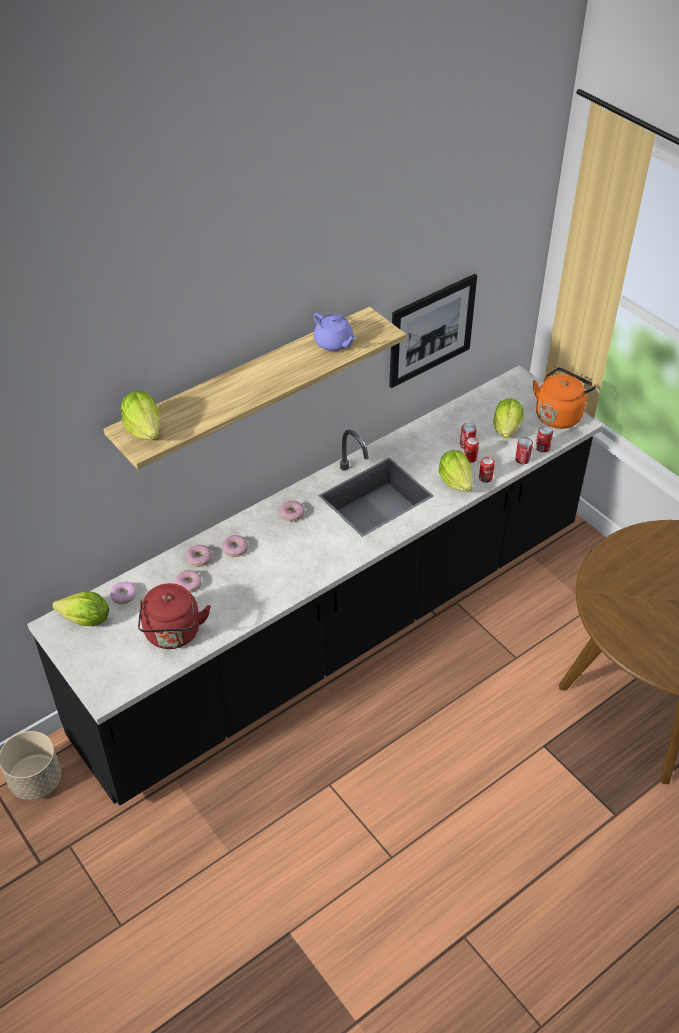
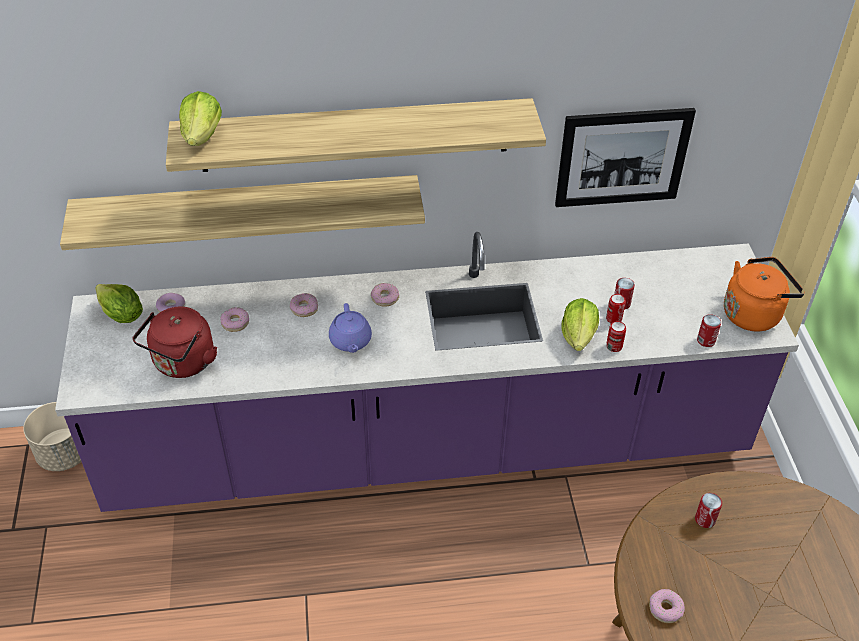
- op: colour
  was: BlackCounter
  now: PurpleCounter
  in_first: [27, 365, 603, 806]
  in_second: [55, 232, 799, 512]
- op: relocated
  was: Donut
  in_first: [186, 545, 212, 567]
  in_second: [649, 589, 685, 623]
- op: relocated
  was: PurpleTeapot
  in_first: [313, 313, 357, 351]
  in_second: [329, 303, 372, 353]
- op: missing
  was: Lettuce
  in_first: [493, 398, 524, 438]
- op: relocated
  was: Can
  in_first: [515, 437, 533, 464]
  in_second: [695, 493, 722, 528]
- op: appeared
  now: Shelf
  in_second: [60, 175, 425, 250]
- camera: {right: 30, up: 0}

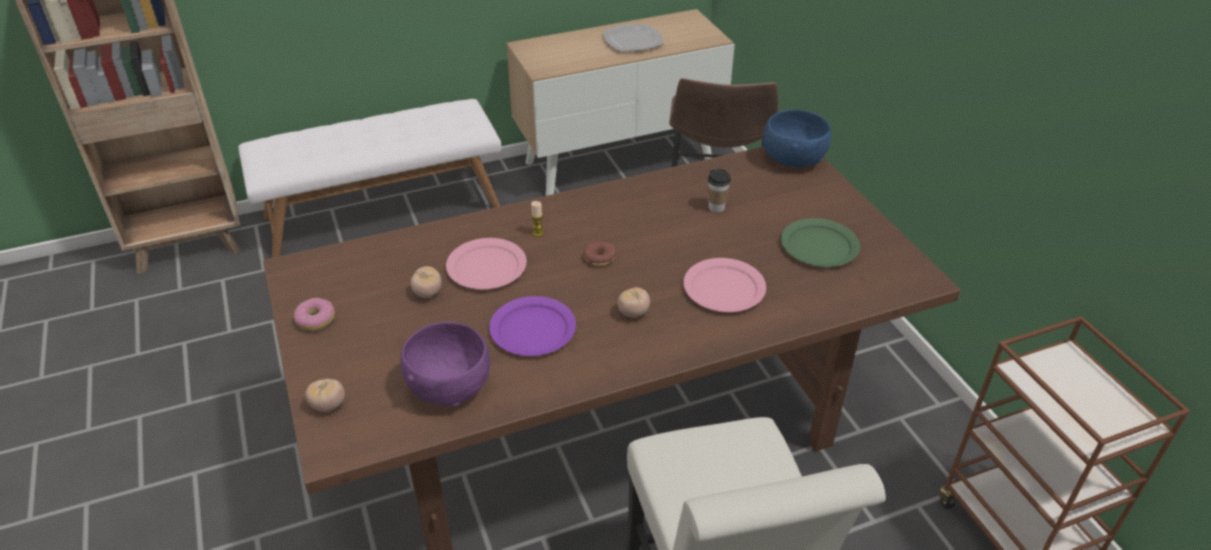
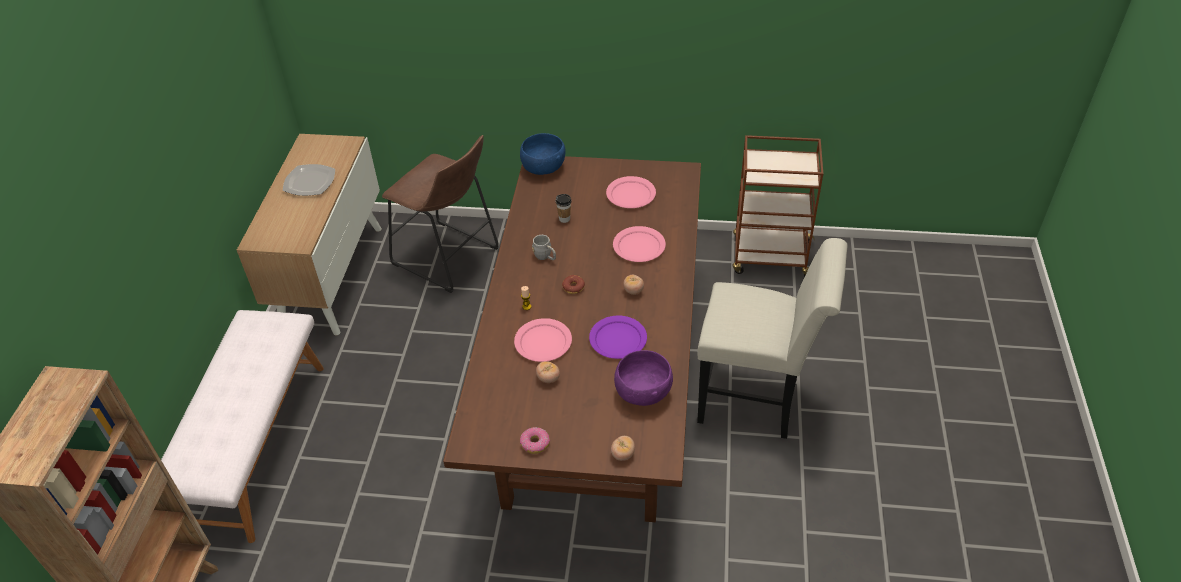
- op: colour
  was: GreenPlate
  now: PinkPlate
  in_first: [781, 218, 860, 267]
  in_second: [606, 176, 656, 208]
- op: appeared
  now: GreyMug
  in_second: [532, 235, 556, 260]
- camera: {right: -60, up: 5}

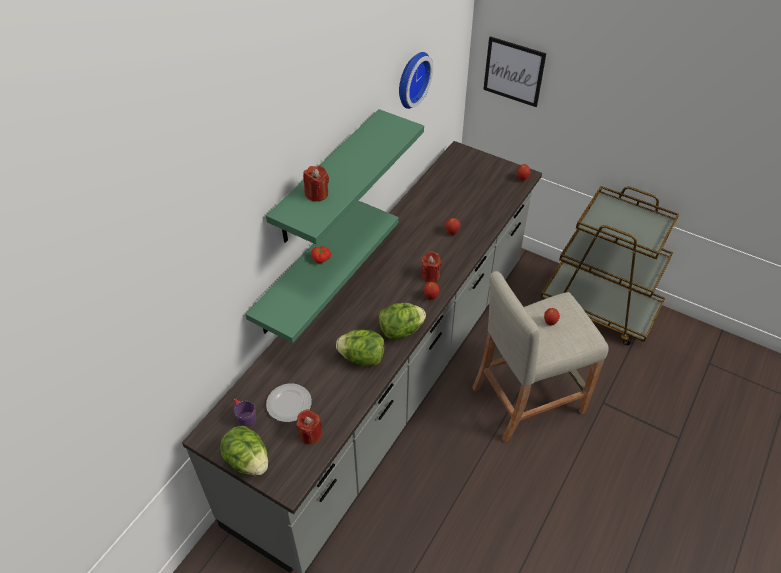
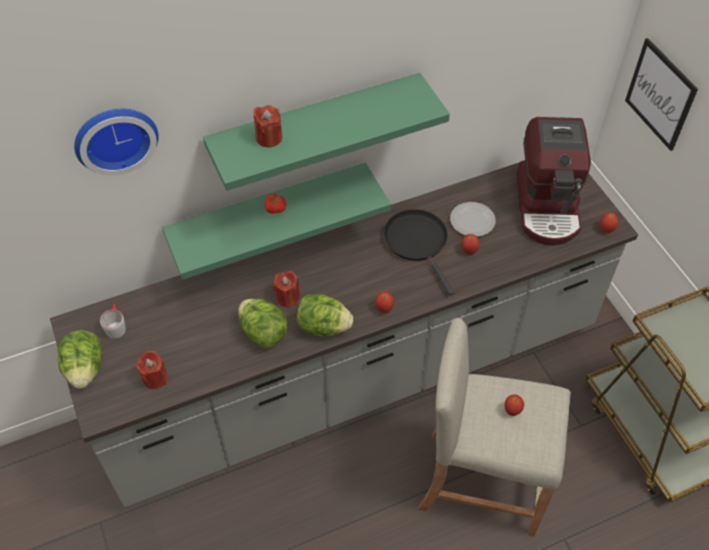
- op: colour
  was: PurpleMug
  now: GreyMug
  in_first: [234, 399, 256, 427]
  in_second: [100, 304, 126, 339]
- op: relocated
  was: Plate
  in_first: [266, 383, 312, 422]
  in_second: [450, 202, 496, 237]
- op: relocated
  was: WallClock
  in_first: [399, 52, 433, 109]
  in_second: [74, 109, 159, 176]
- op: relocated
  was: RedCandle
  in_first: [421, 252, 441, 282]
  in_second: [273, 271, 300, 308]
- op: appeared
  now: BlackFryingPan
  in_second: [384, 209, 454, 295]
- op: appeared
  now: CoffeeMachine
  in_second: [517, 117, 591, 245]
- camera: {right: 35, up: 5}

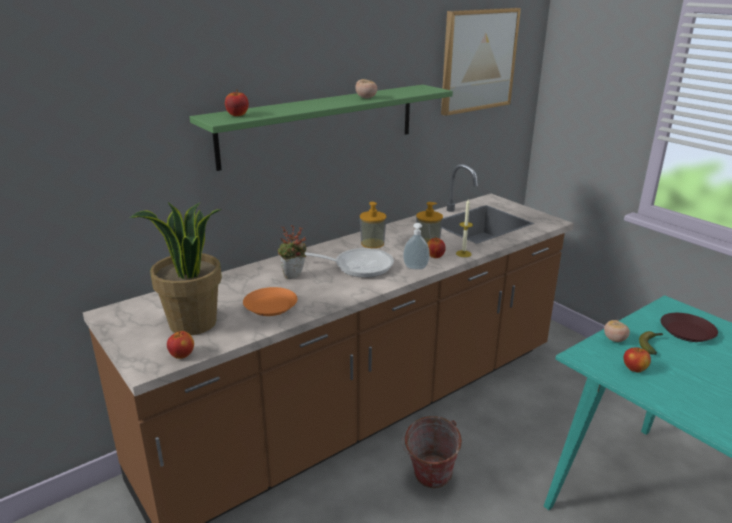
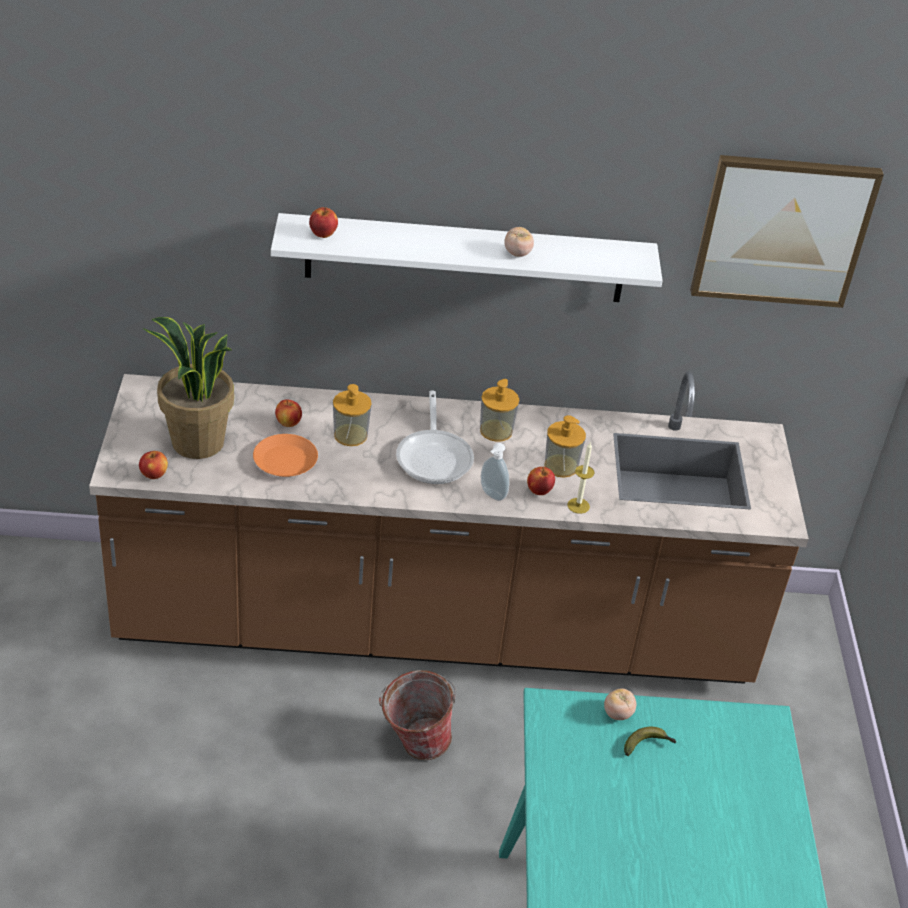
- op: colour
  was: GreenShelf
  now: WhiteShelf
  in_first: [190, 85, 453, 171]
  in_second: [271, 213, 663, 302]
- op: exchanged
  was: PottedPlant
  now: SoapDispenser
  in_first: [278, 225, 306, 279]
  in_second: [333, 384, 372, 446]
- op: spun
  was: FryingPan
  in_first: [305, 248, 394, 278]
  in_second: [396, 390, 474, 484]
  clockwise: 45
- op: relocated
  was: Apple
  in_first: [624, 347, 651, 372]
  in_second: [275, 399, 302, 427]
- op: missing
  was: BrownPlate
  in_first: [661, 313, 718, 342]
- camera: {right: 35, up: 15}

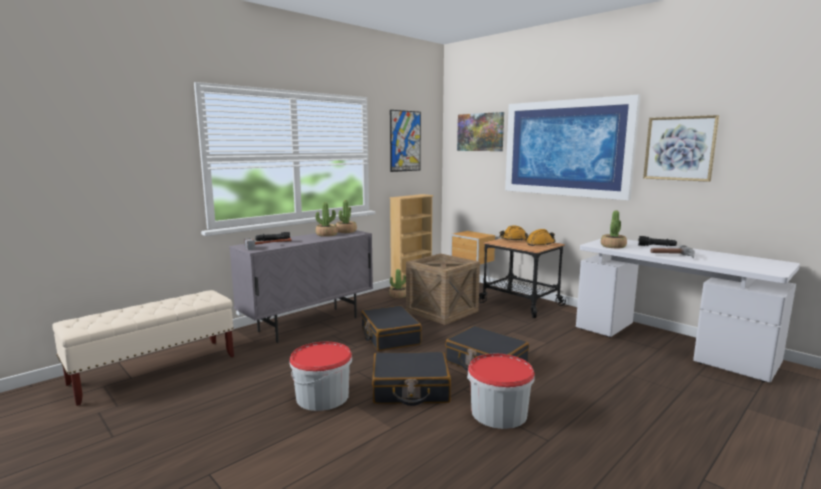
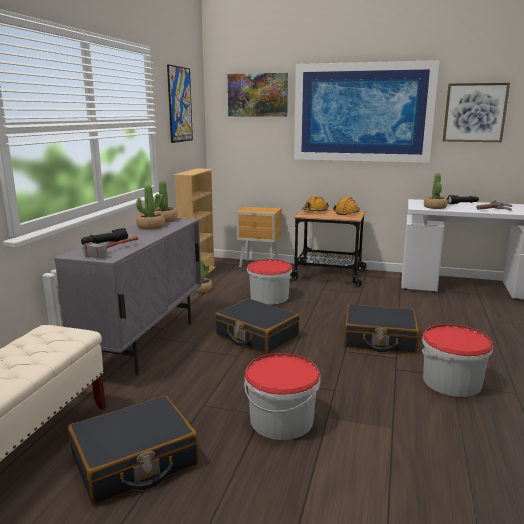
- op: relocated
  was: BlackSuitcase
  in_first: [372, 352, 451, 406]
  in_second: [68, 396, 199, 504]
- op: exchanged
  was: Crate
  now: Bucket
  in_first: [406, 253, 480, 325]
  in_second: [247, 259, 292, 304]
- camera: {right: -30, up: 5}

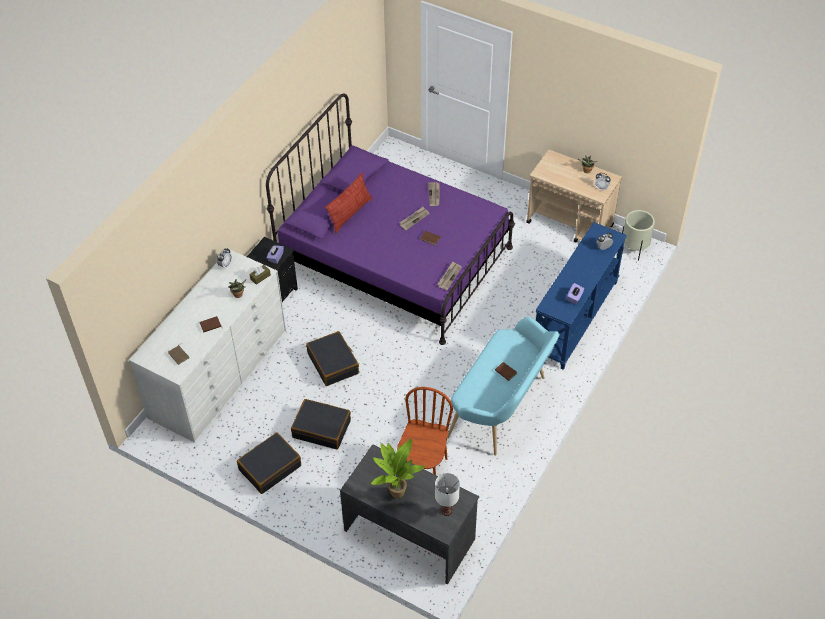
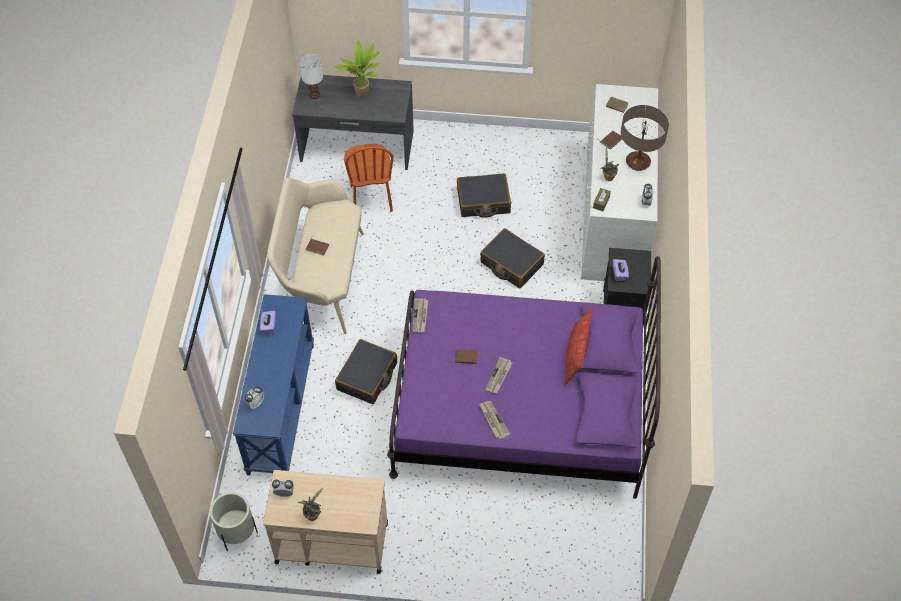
- op: relocated
  was: BlackSuitcase
  in_first: [237, 433, 301, 494]
  in_second: [335, 339, 397, 404]
- op: colour
  was: TurquoiseBench
  now: BeigeBench
  in_first: [447, 317, 559, 455]
  in_second: [267, 178, 364, 334]
- op: appeared
  now: TableLamp
  in_second: [621, 105, 669, 171]
- camera: {right: 155, up: 5}

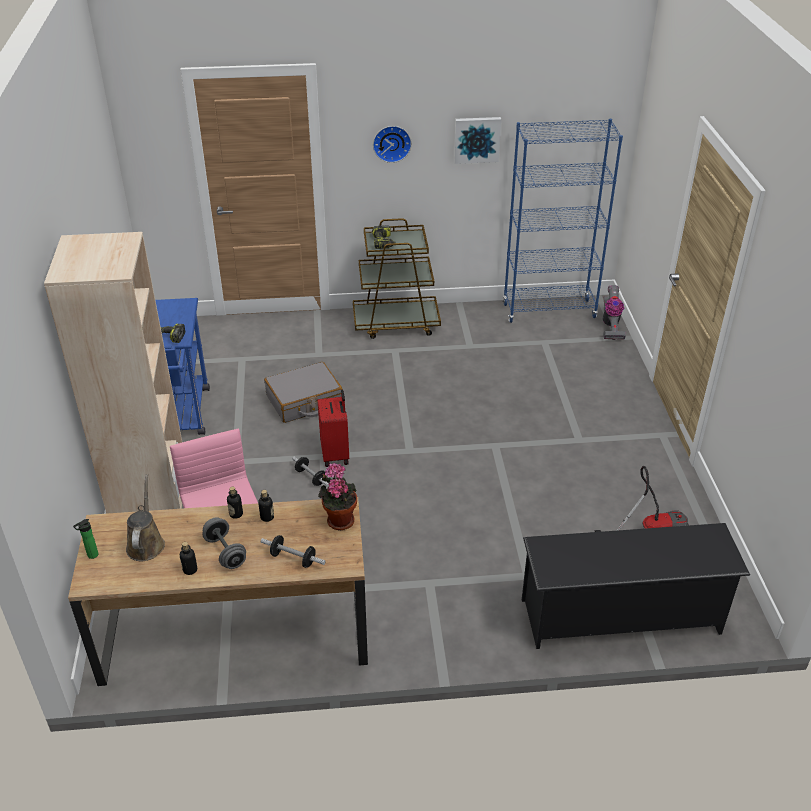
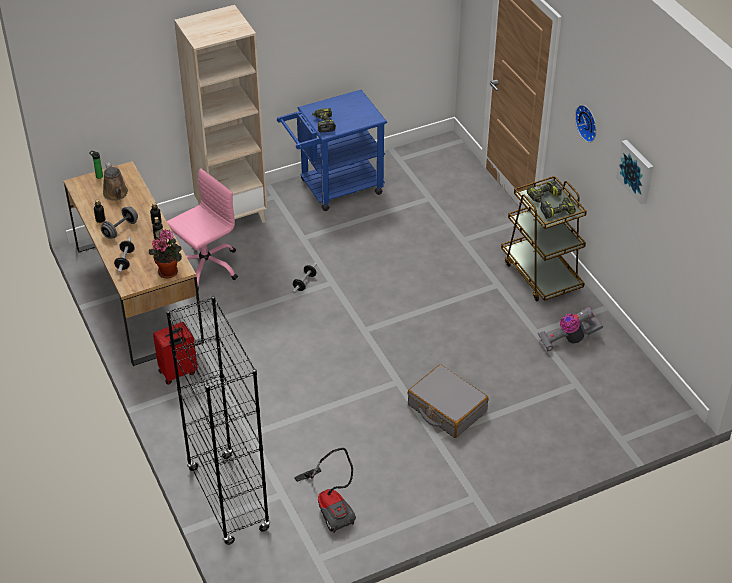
- op: spun
  was: BrownWateringCan
  in_first: [126, 474, 165, 561]
  in_second: [103, 162, 128, 201]
  clockwise: 90
- op: relocated
  was: GreySuitcase
  in_first: [264, 362, 343, 423]
  in_second: [407, 364, 489, 438]
- op: relocated
  was: RedSuitcase
  in_first: [317, 389, 349, 467]
  in_second: [153, 322, 198, 385]
- op: missing
  was: BlueBookcase
  in_first: [503, 119, 623, 323]
- op: exchanged
  was: BlackShoeRack
  now: BlackBookcase
  in_first: [522, 523, 750, 649]
  in_second: [166, 296, 270, 545]
- op: relocated
  was: VacuumCleaner
  in_first: [603, 285, 626, 340]
  in_second: [538, 307, 603, 351]
- op: appeared
  now: PowerDrill
  in_second: [540, 197, 576, 218]
- camera: {right: 70, up: 5}

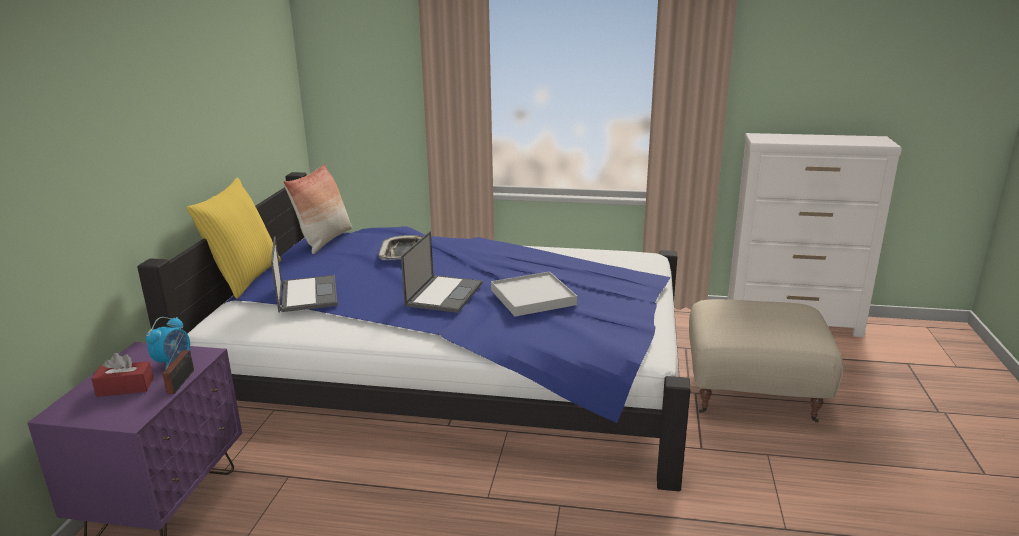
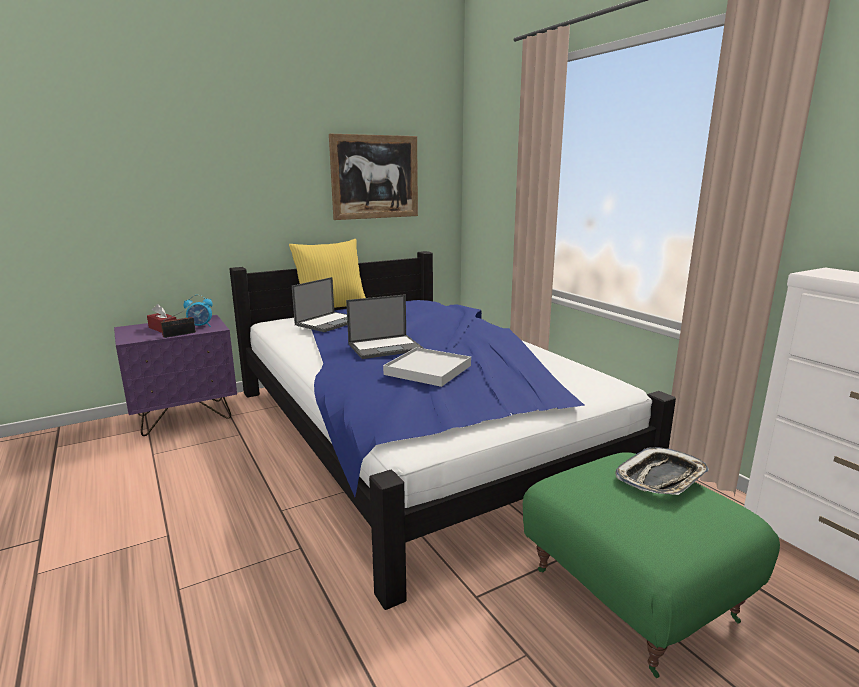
- op: missing
  was: Pillow
  in_first: [283, 164, 352, 254]
- op: relocated
  was: Tray
  in_first: [378, 235, 423, 260]
  in_second: [615, 447, 709, 495]
- op: colour
  was: BeigeOttoman
  now: GreenOttoman
  in_first: [689, 299, 843, 423]
  in_second: [523, 452, 780, 678]
- op: appeared
  now: Picture
  in_second: [329, 134, 418, 220]
- camera: {right: 50, up: -5}

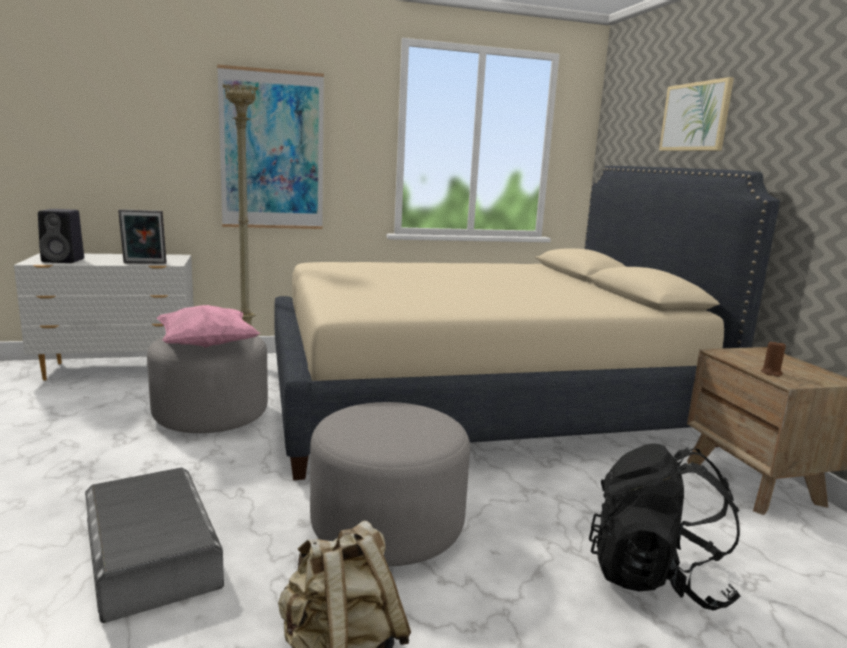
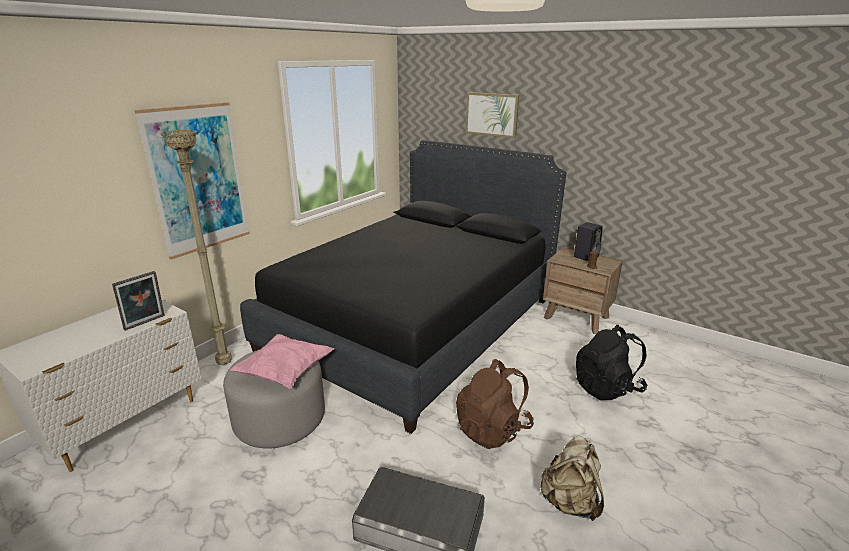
- op: relocated
  was: BlackSpeaker
  in_first: [38, 209, 84, 263]
  in_second: [574, 222, 603, 261]
- op: colour
  was: BeigeBed
  now: BlackBed
  in_first: [274, 166, 780, 480]
  in_second: [240, 140, 566, 434]
- op: exchanged
  was: GreyOttoman
  now: BrownBackpack
  in_first: [310, 402, 470, 566]
  in_second: [456, 359, 534, 449]
- camera: {right: -40, up: 10}

